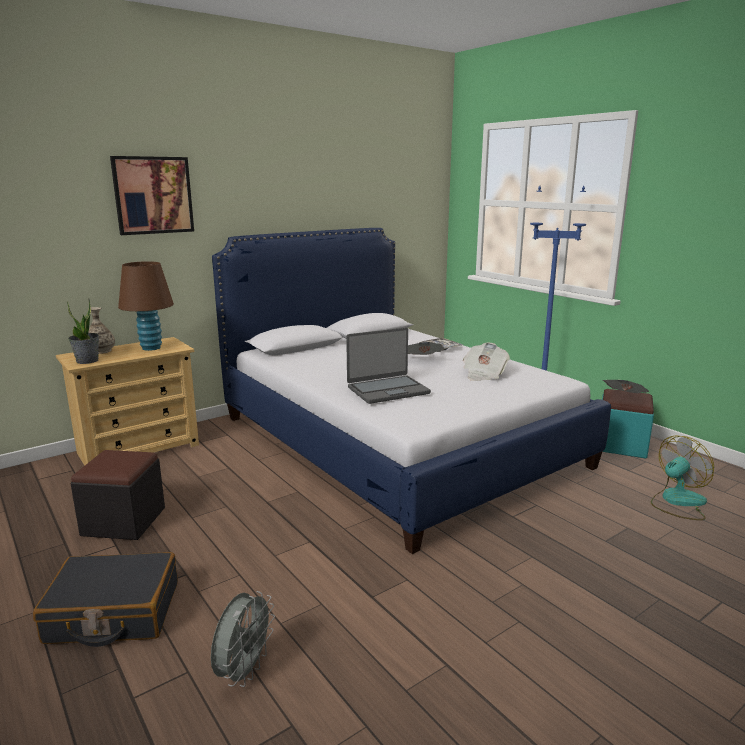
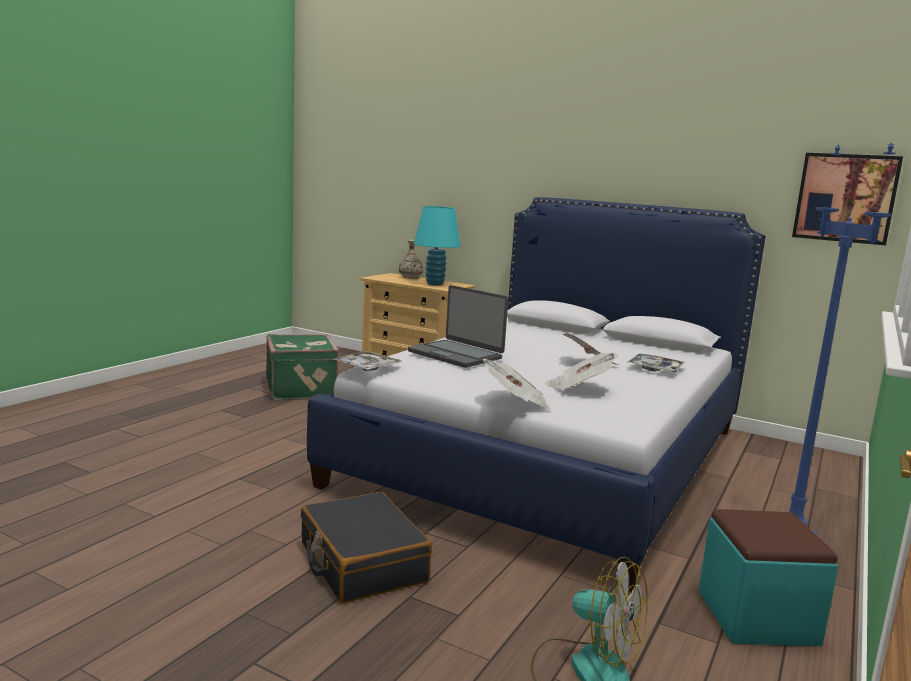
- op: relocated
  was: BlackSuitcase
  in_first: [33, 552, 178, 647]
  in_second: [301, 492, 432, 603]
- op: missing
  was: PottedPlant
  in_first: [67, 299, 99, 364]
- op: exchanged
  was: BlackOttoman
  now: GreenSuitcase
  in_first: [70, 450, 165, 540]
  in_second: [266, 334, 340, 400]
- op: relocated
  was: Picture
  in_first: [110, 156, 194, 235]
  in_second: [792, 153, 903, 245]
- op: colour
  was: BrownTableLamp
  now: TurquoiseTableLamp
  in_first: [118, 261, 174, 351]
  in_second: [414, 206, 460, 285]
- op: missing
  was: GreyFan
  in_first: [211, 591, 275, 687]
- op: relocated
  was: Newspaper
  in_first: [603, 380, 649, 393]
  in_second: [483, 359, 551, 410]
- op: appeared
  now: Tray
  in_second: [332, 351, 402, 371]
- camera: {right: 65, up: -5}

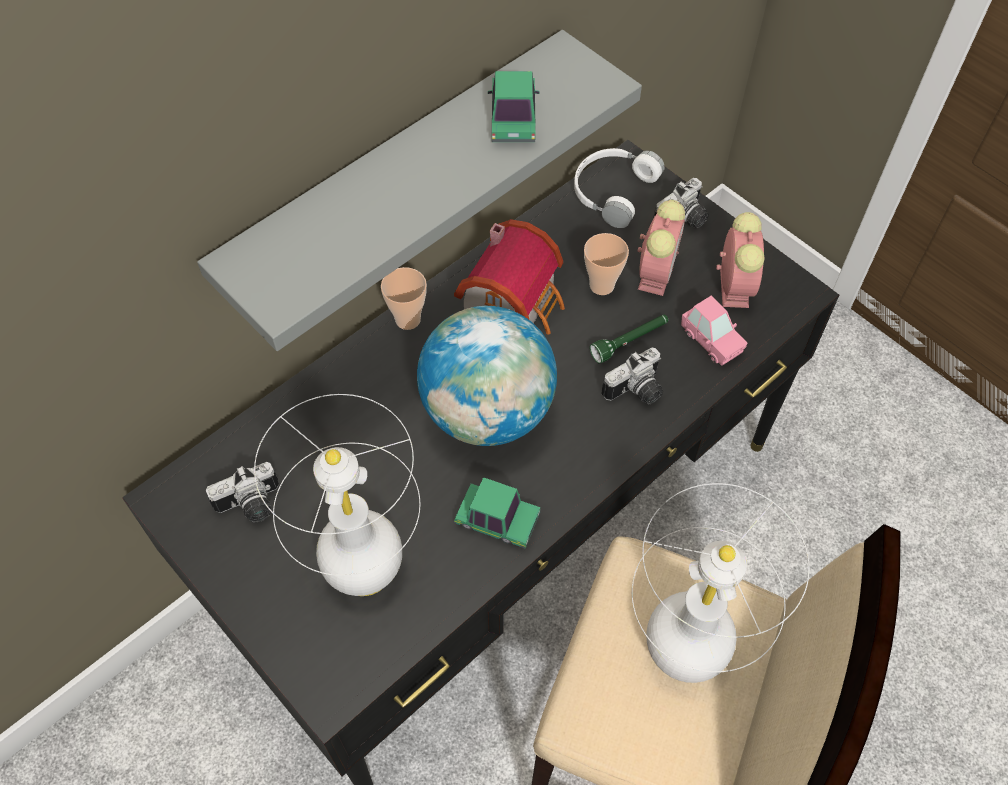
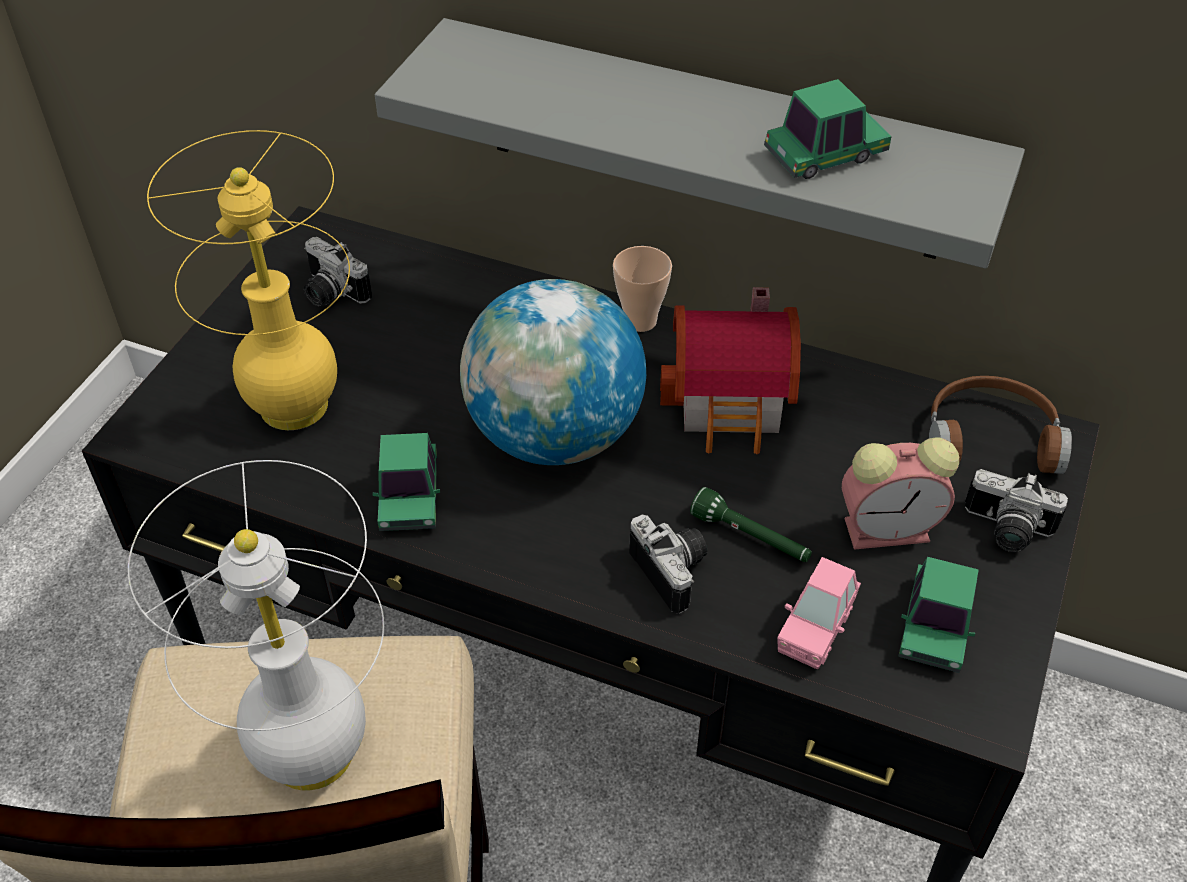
- op: colour
  was: WhiteTableLamp
  now: YellowTableLamp
  in_first: [254, 394, 421, 596]
  in_second: [147, 130, 350, 430]
- op: colour
  was: WhiteHeadphones
  now: BrownHeadphones
  in_first: [574, 148, 665, 228]
  in_second: [929, 376, 1072, 474]
- op: missing
  was: Cup
  in_first: [584, 233, 629, 295]
- op: spun
  was: PhotoCamera
  in_first: [601, 347, 663, 404]
  in_second: [629, 515, 707, 614]
  clockwise: -150
- op: exchanged
  was: AlarmClock
  now: ToyCar
  in_first: [716, 212, 765, 308]
  in_second: [898, 557, 979, 673]
- camera: {right: 65, up: -10}

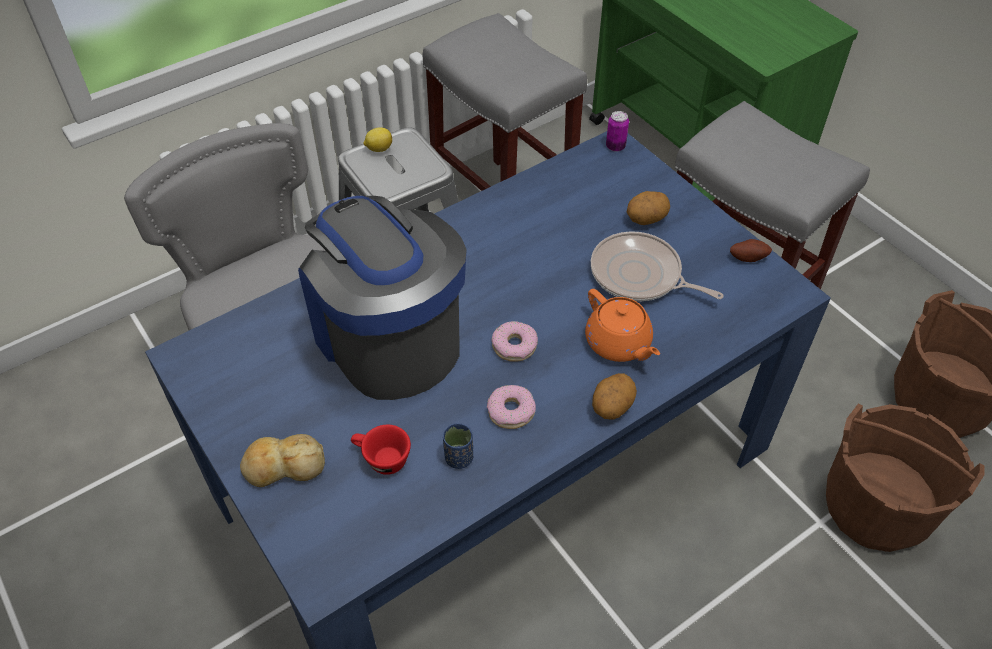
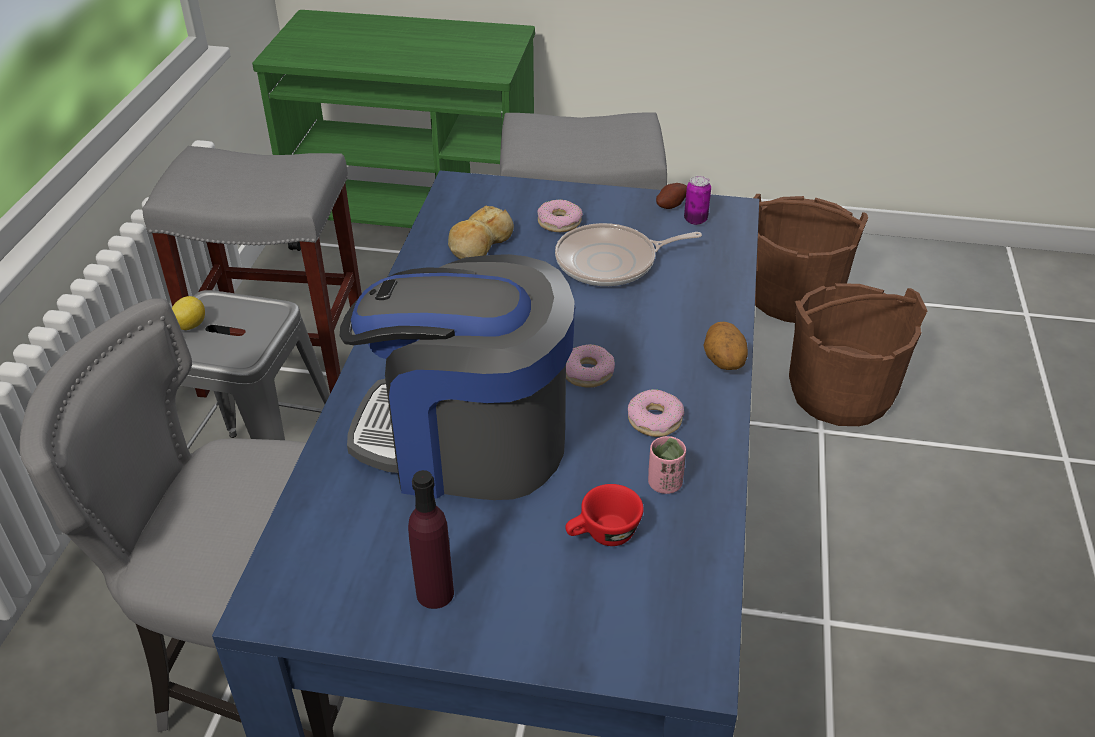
- op: relocated
  was: Bread
  in_first: [240, 434, 325, 487]
  in_second: [448, 205, 514, 259]
- op: colour
  was: BlueCup
  now: PinkCup
  in_first: [443, 423, 473, 469]
  in_second: [648, 436, 686, 494]
- op: missing
  was: OrangeTeapot
  in_first: [585, 289, 660, 362]
- op: relocated
  was: Can
  in_first: [606, 111, 629, 152]
  in_second: [684, 176, 711, 225]
- op: exchanged
  was: Potato
  now: Donut
  in_first: [626, 191, 670, 225]
  in_second: [537, 199, 583, 232]
- op: appeared
  now: PurpleBottle
  in_second: [408, 470, 454, 609]
- camera: {right: -45, up: -10}

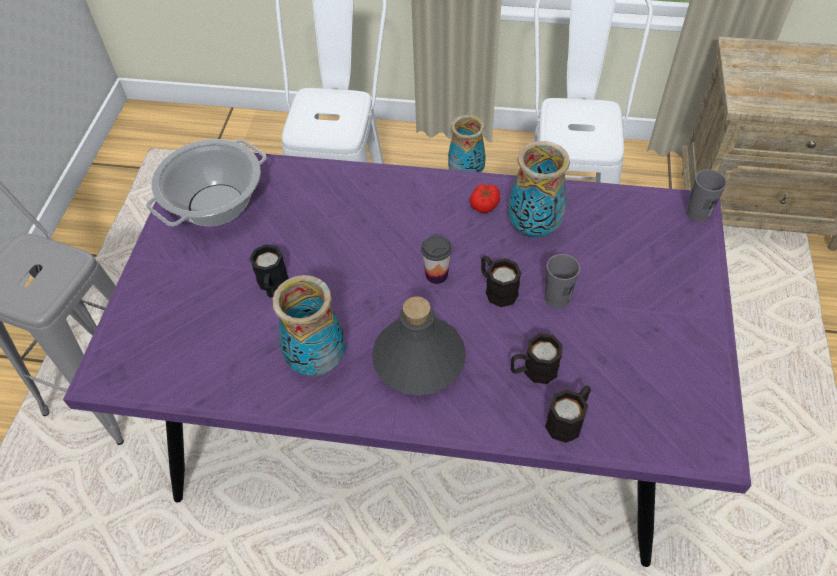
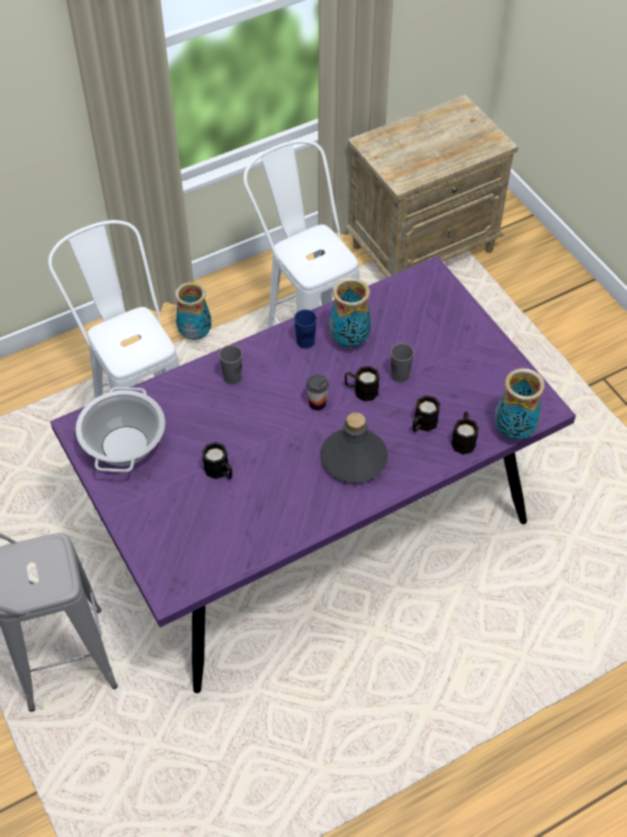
- op: relocated
  was: Vase
  in_first: [272, 275, 345, 376]
  in_second: [495, 368, 545, 440]
- op: exchanged
  was: Tomato
  now: BlueCup
  in_first: [469, 184, 500, 213]
  in_second: [294, 309, 317, 349]
- op: relocated
  was: GreyCup
  in_first: [686, 169, 727, 222]
  in_second: [219, 345, 242, 385]
- camera: {right: -40, up: 0}

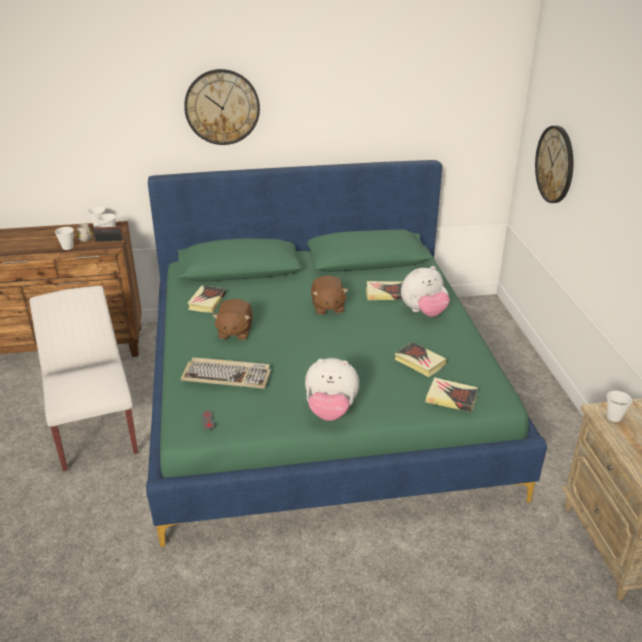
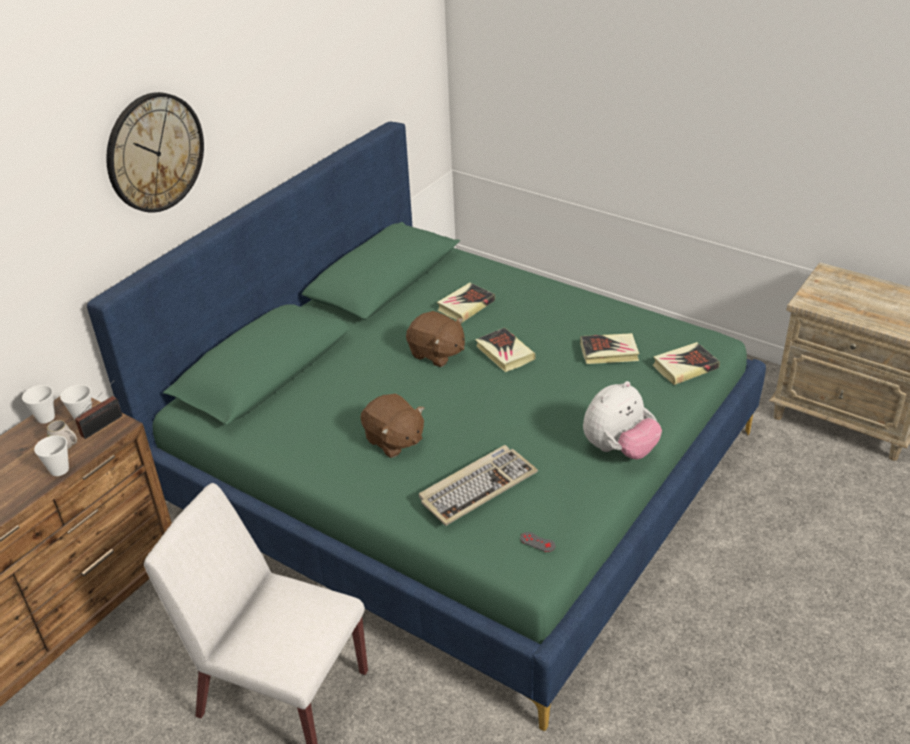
- op: relocated
  was: Book
  in_first: [187, 285, 226, 313]
  in_second: [475, 327, 536, 372]
- op: missing
  was: PlushToy
  in_first: [401, 266, 450, 317]
- op: missing
  was: WallClock
  in_first: [535, 126, 573, 203]
- op: missing
  was: Cup
  in_first: [607, 391, 632, 422]
- camera: {right: -45, up: 5}

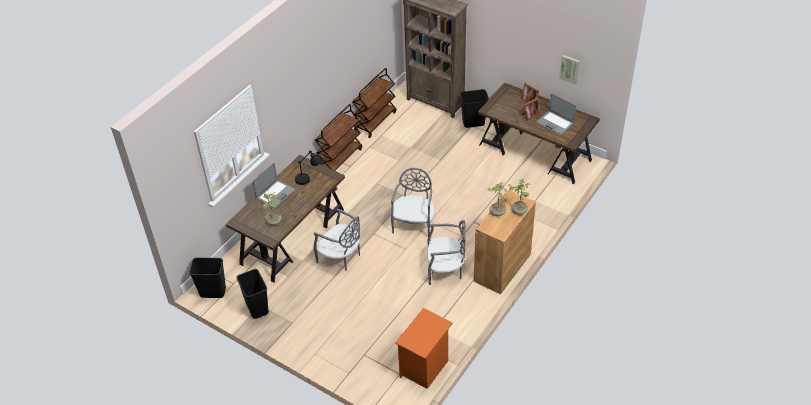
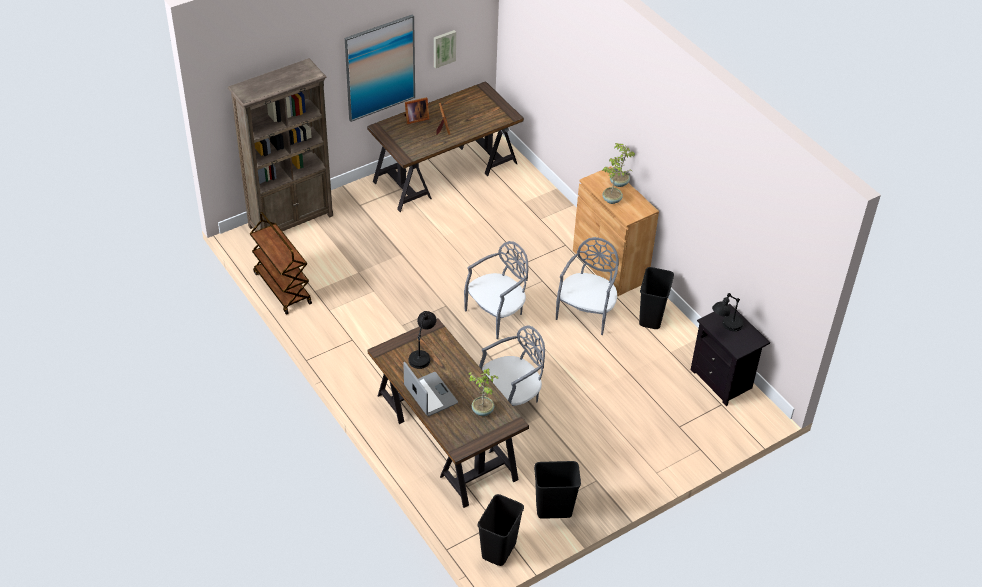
- op: missing
  was: BrownCart
  in_first: [315, 104, 362, 171]
- op: spun
  was: GreyChair
  in_first: [391, 168, 435, 236]
  in_second: [464, 241, 528, 339]
  clockwise: 105
- op: colour
  was: OrangeNightstand
  now: BlackNightstand
  in_first: [395, 308, 453, 389]
  in_second: [691, 304, 770, 406]
- op: relocated
  was: BlackTrashCan
  in_first: [460, 89, 489, 128]
  in_second: [639, 267, 674, 329]
- op: missing
  was: Laptop
  in_first: [536, 93, 576, 135]
- op: appeared
  now: Picture
  in_second: [345, 14, 415, 122]
- op: appeared
  now: BlackTableLamp
  in_second: [712, 293, 744, 331]
- camera: {right: -70, up: 0}

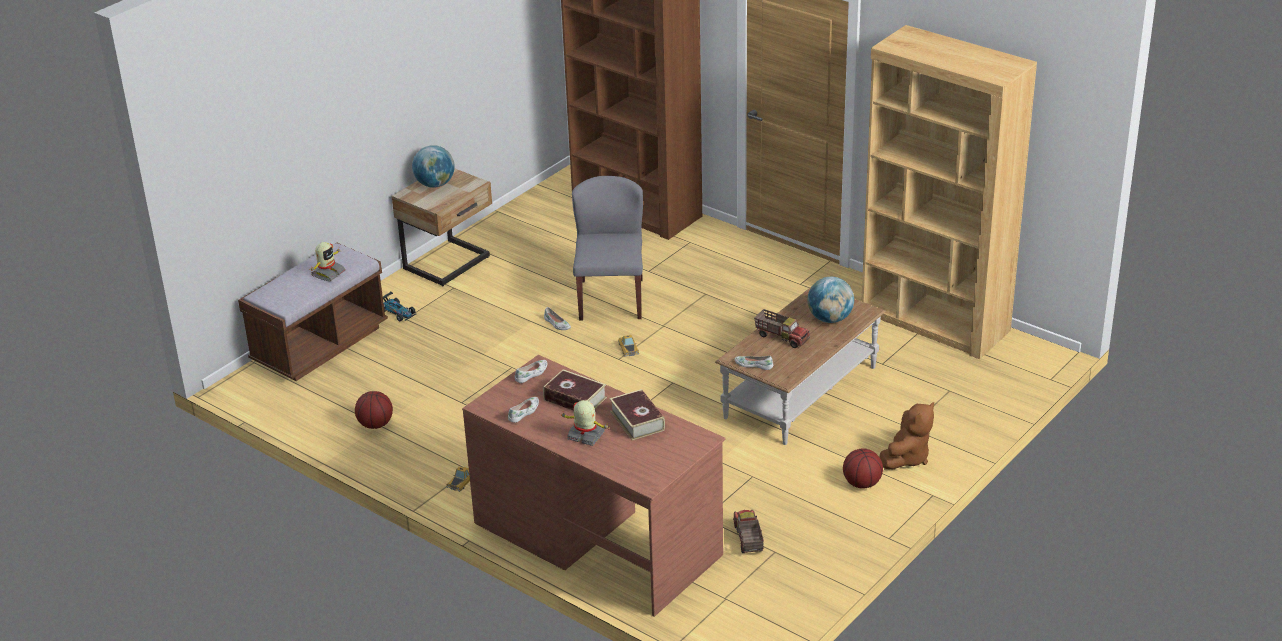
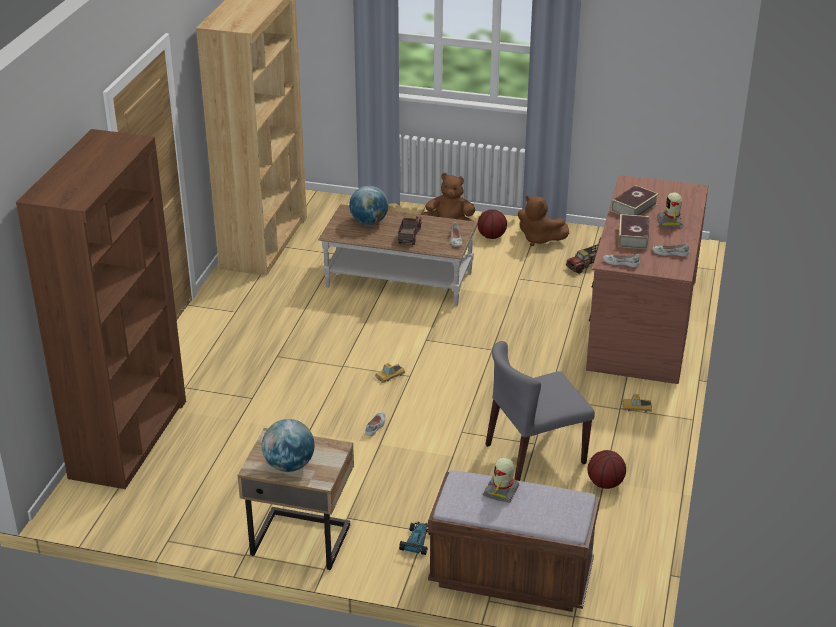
- op: spun
  was: ToyRobot
  in_first: [311, 242, 346, 281]
  in_second: [483, 457, 519, 503]
  clockwise: -75
- op: relocated
  was: GreyChair
  in_first: [572, 176, 643, 321]
  in_second: [485, 341, 595, 481]
- op: appeared
  now: BrownPlushToy
  in_second: [518, 196, 569, 246]
- camera: {right: -115, up: 0}

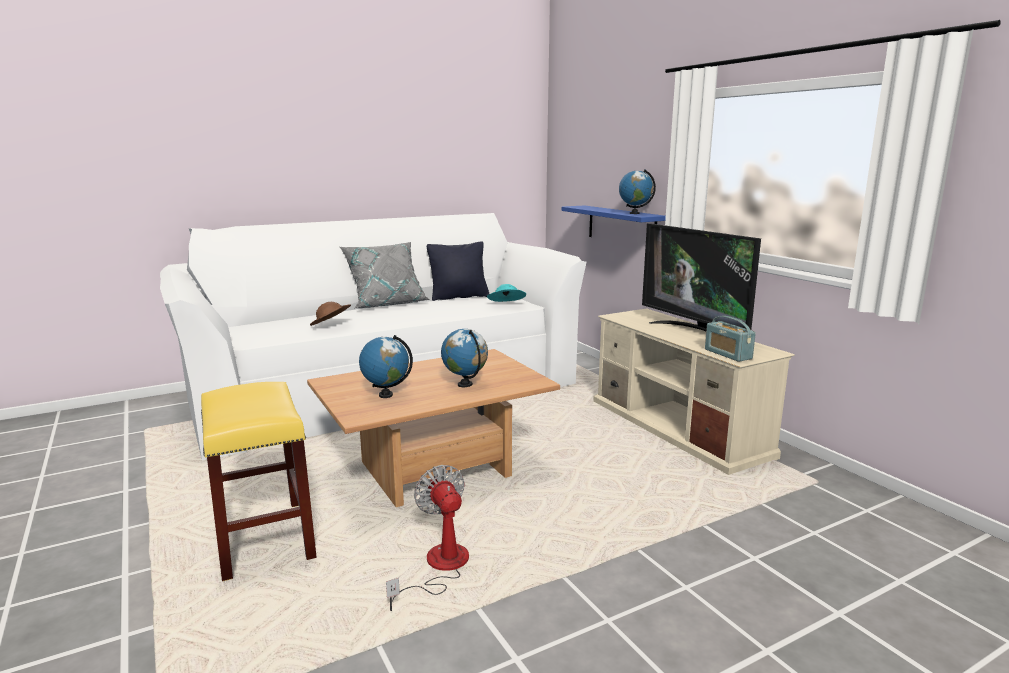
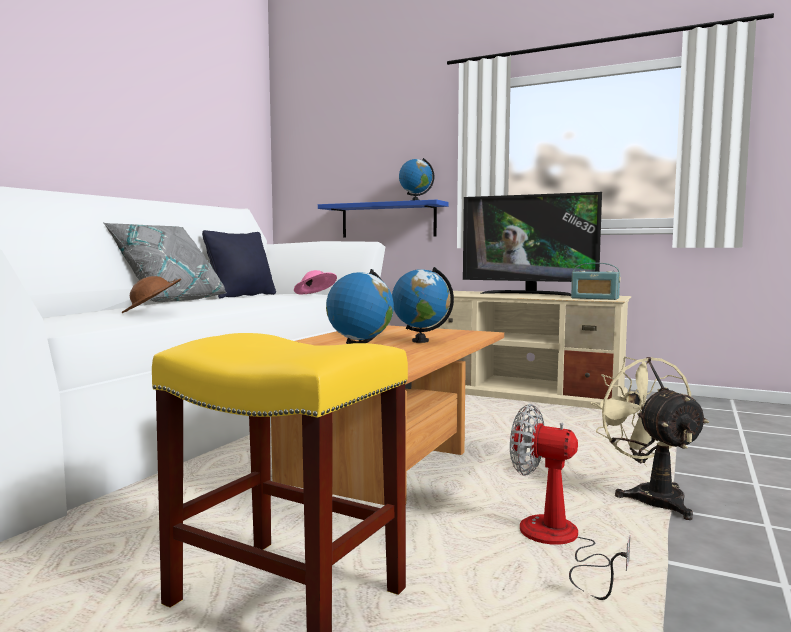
- op: colour
  was: TurquoiseHat
  now: PinkHat
  in_first: [487, 284, 526, 302]
  in_second: [294, 270, 337, 295]
- op: appeared
  now: BeigeFan
  in_second: [590, 357, 709, 520]
- camera: {right: -35, up: -10}

